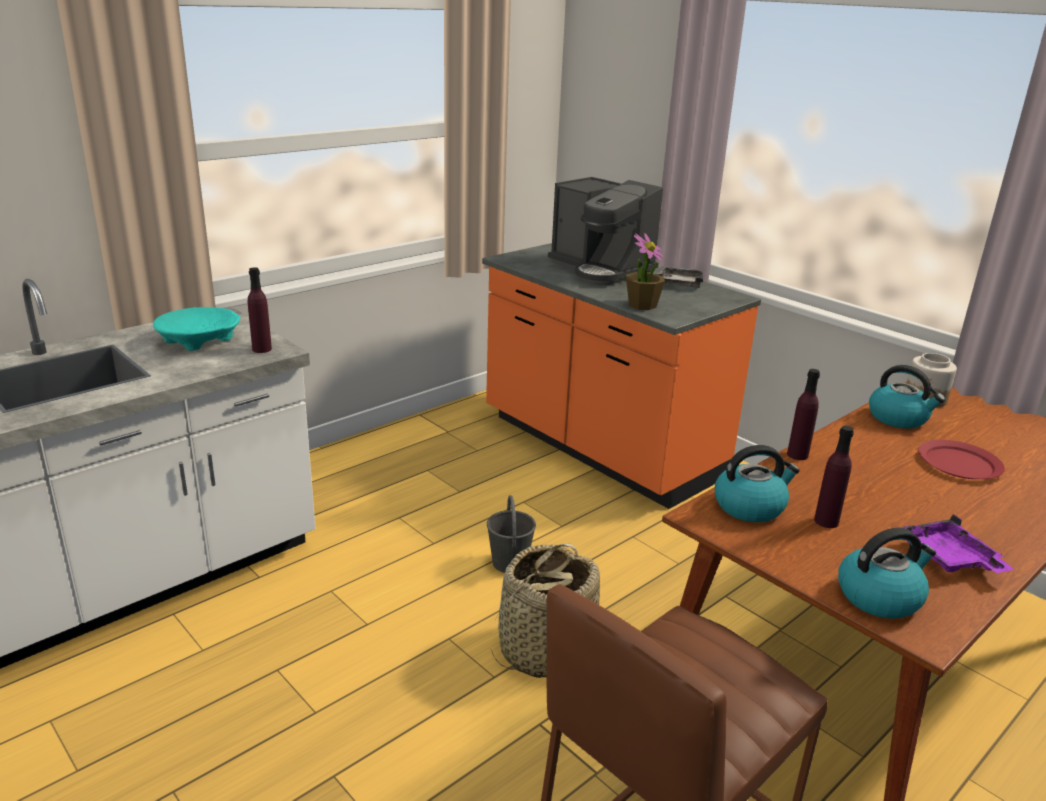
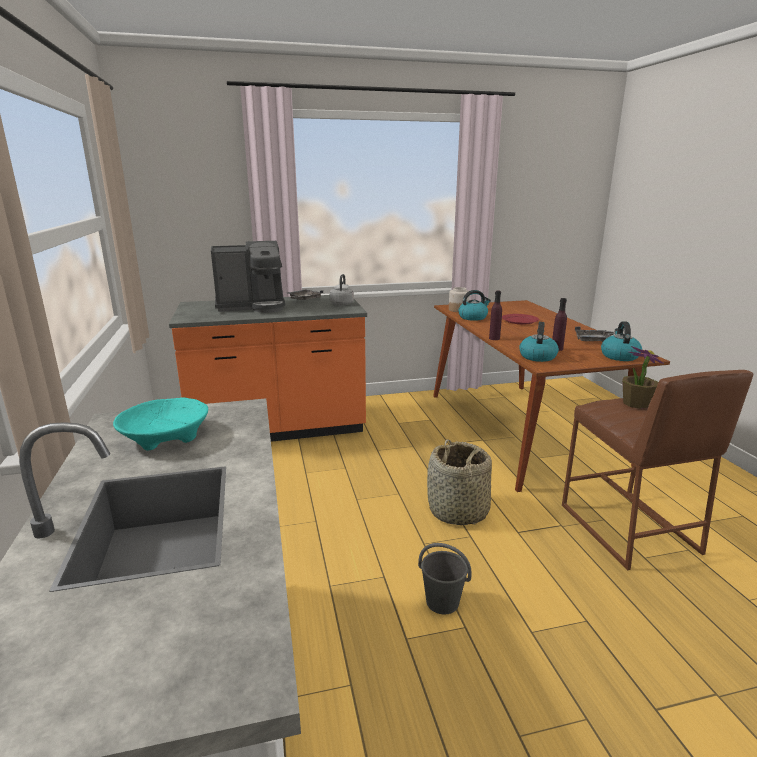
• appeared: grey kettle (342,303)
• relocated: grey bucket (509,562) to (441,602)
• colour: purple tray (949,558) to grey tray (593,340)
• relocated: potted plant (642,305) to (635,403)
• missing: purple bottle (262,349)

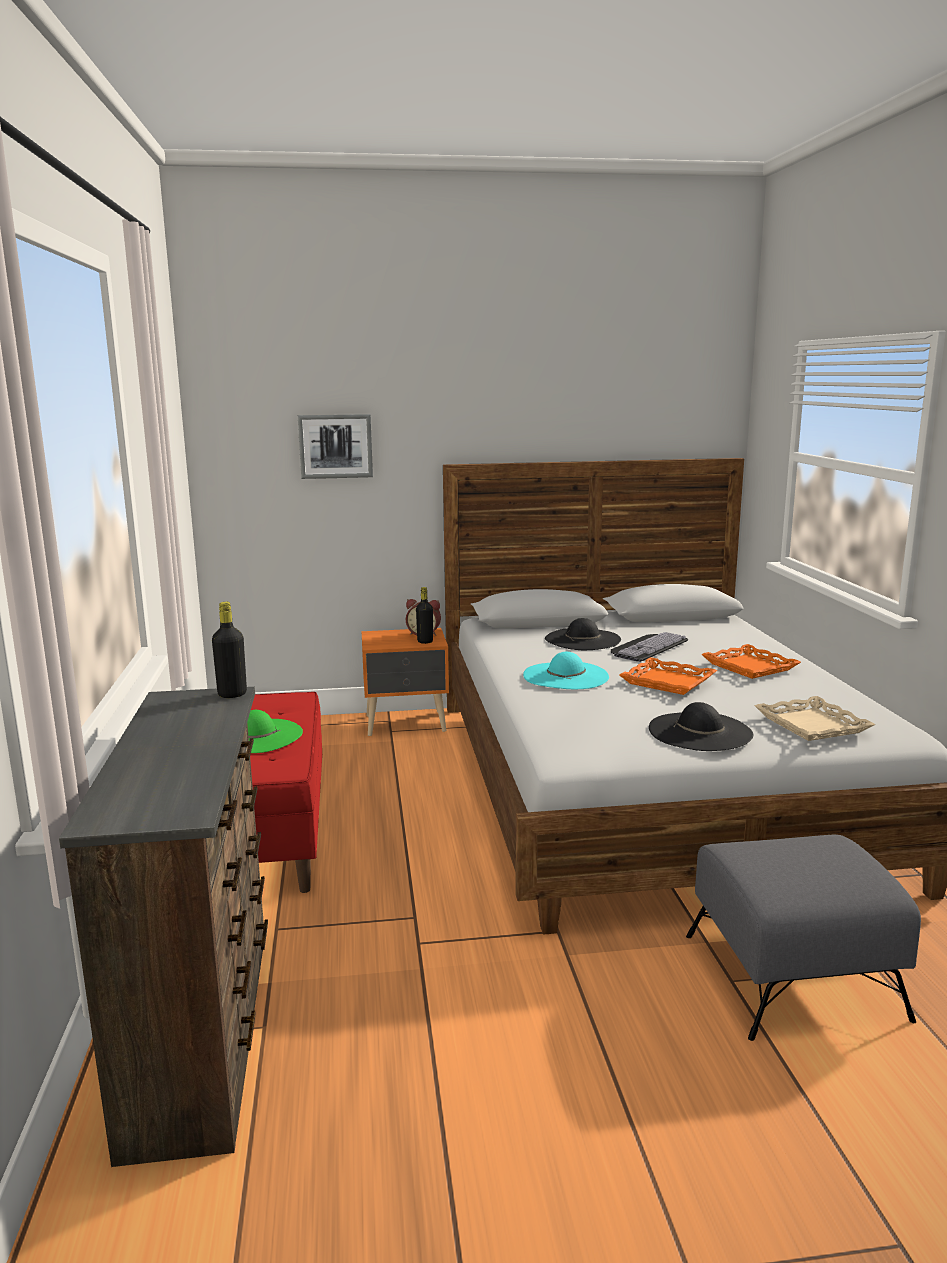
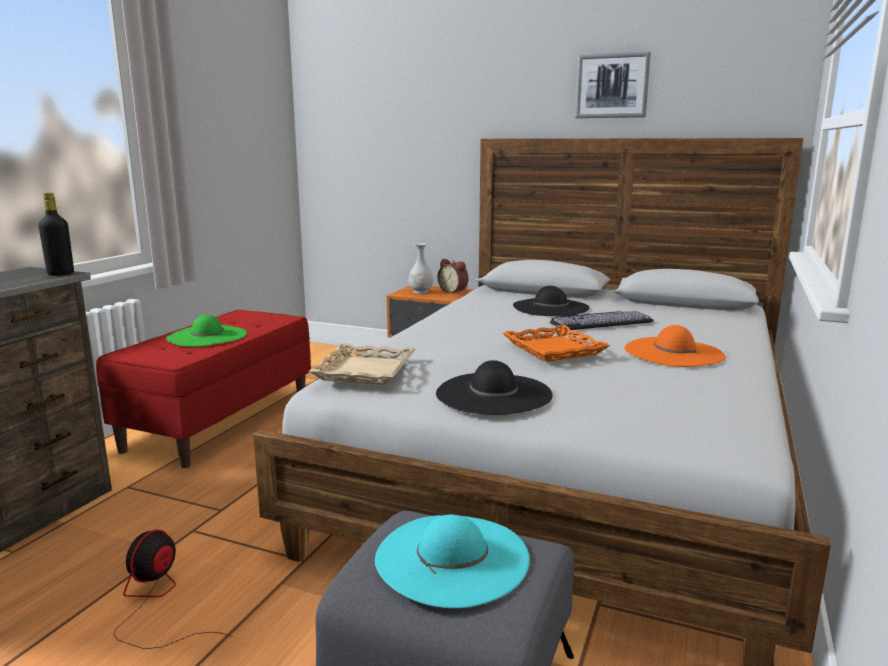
• appeared: fan (157,603)
• relocated: beige tray (811,725) to (364,370)
• relocated: turquoise hat (566,676) to (452,558)
• appeared: white vase (420,292)
• relocated: picture (335,446) to (612,86)
• exchanged: orange tray (749,667) to orange hat (673,352)
• missing: black bottle (425,641)

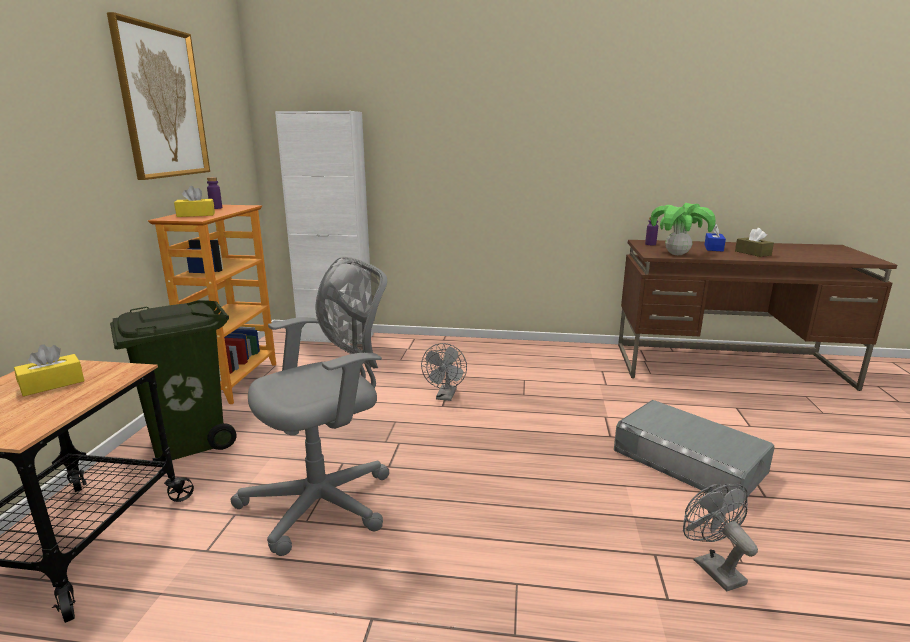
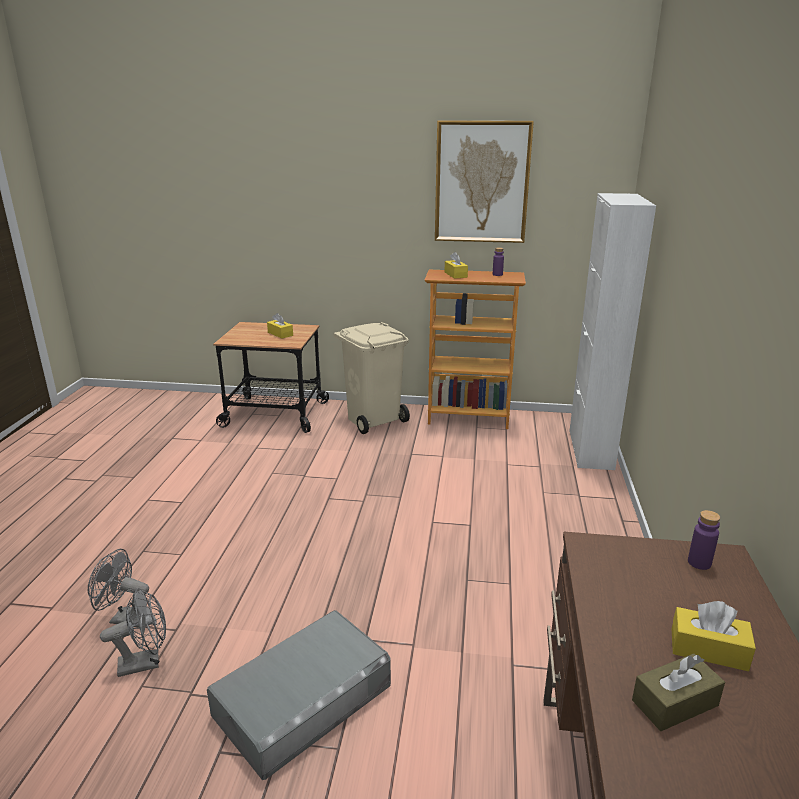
• relocated: grey fan (445,397) to (125,618)
• colour: green trash can (188,440) to beige trash can (374,419)
• colour: blue tissue box (713,248) to yellow tissue box (708,649)
• missing: grey office chair (326,501)
• missing: potted plant (676,254)

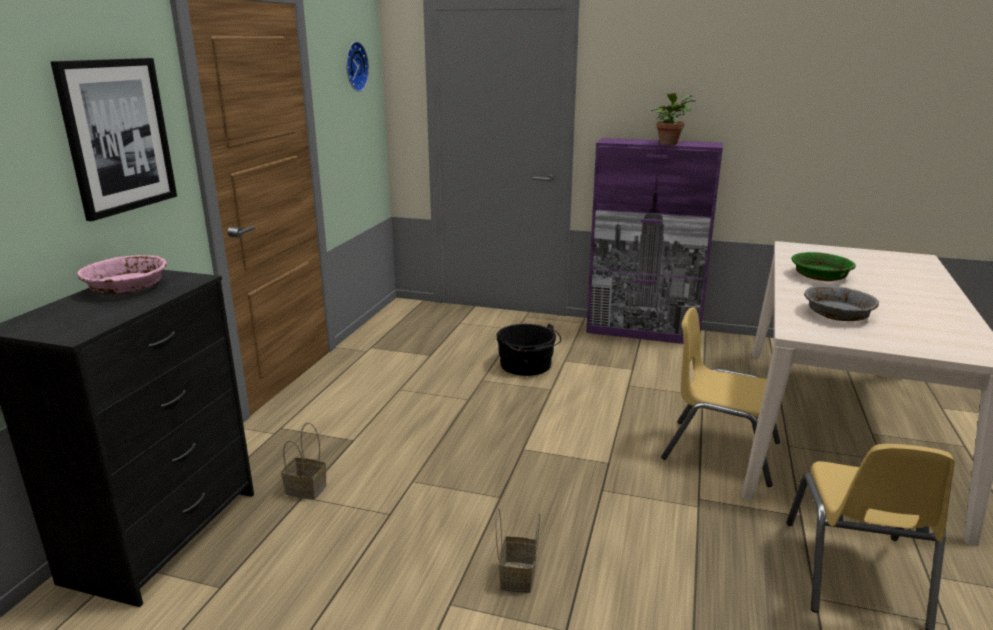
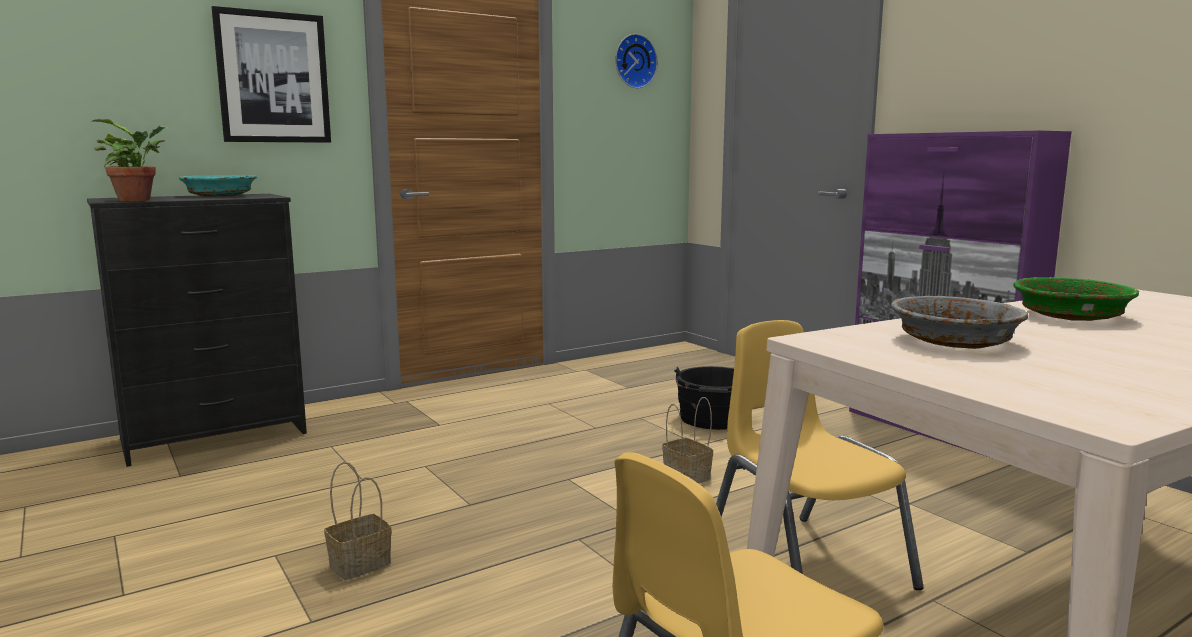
• relocated: potted plant (669,143) to (139,200)
• colour: pink bowl (126,288) to turquoise bowl (220,196)
• relocated: basket (307,489) to (688,476)

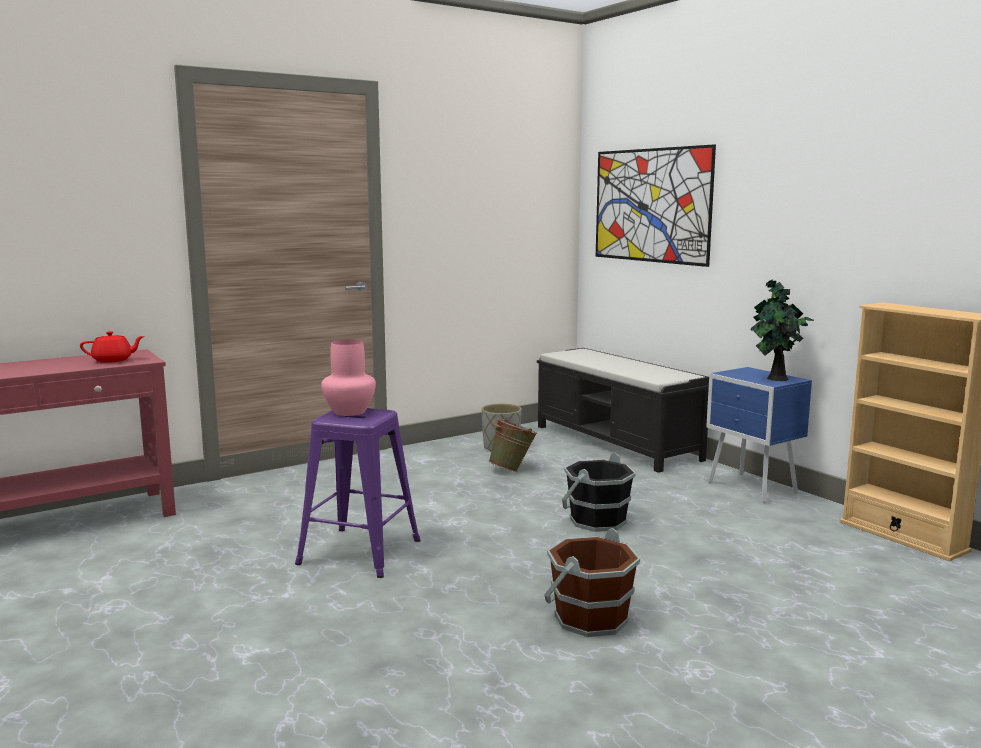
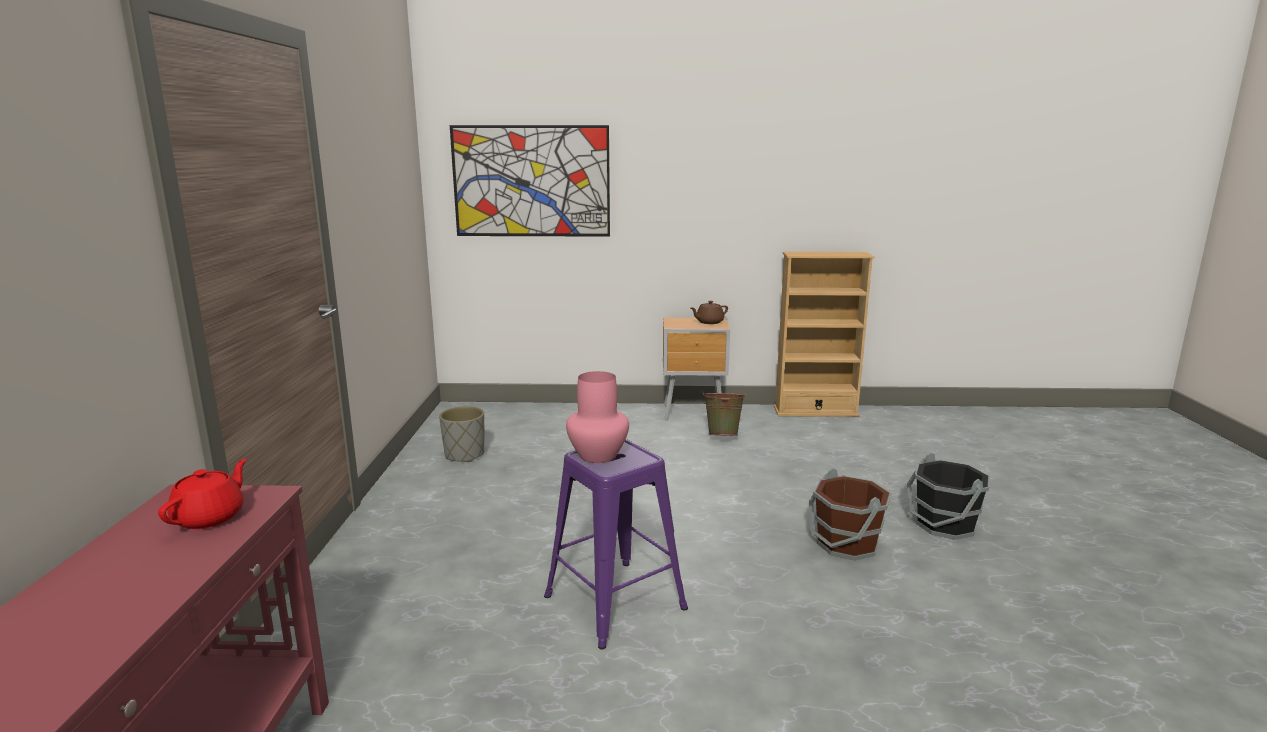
• colour: blue nightstand (752,489) to brown nightstand (695,414)
• exchanged: potted plant (775,378) to brown teapot (709,322)
• relocated: green bucket (513,470) to (723,436)
• relocated: black bucket (596,520) to (944,525)
• missing: black bench (617,443)

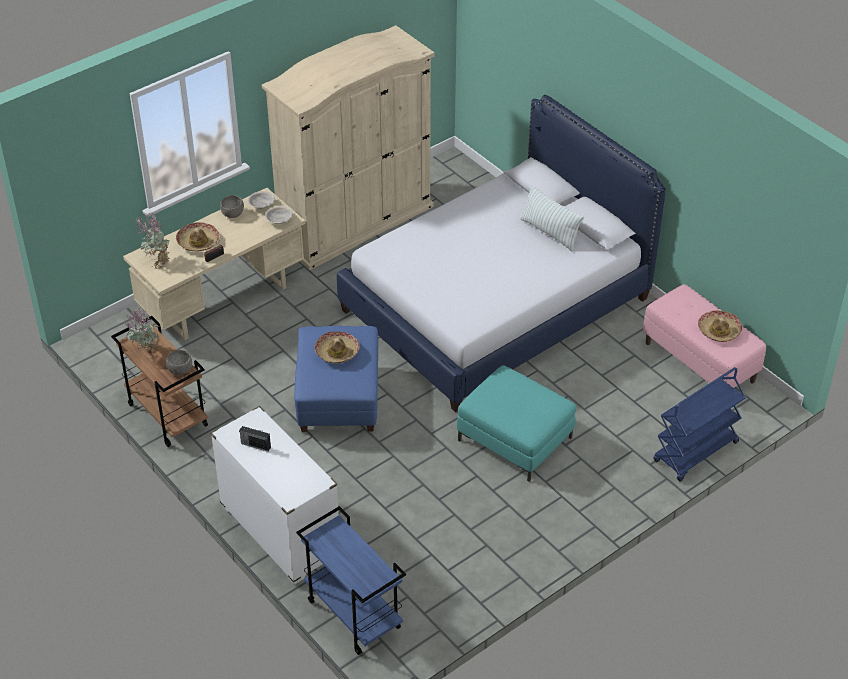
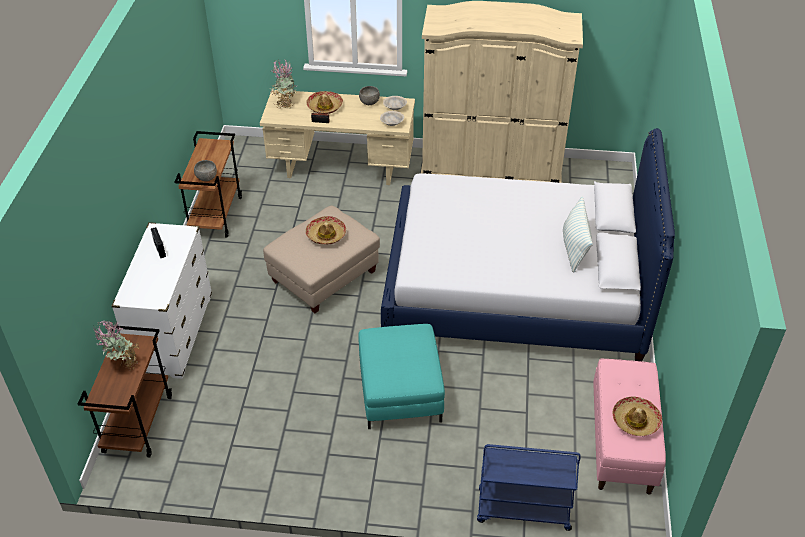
• colour: blue cart (352,614) to brown cart (138,423)
• relocated: potted plant (146,352) to (123,364)
• colour: blue ottoman (338,399) to beige ottoman (323,277)

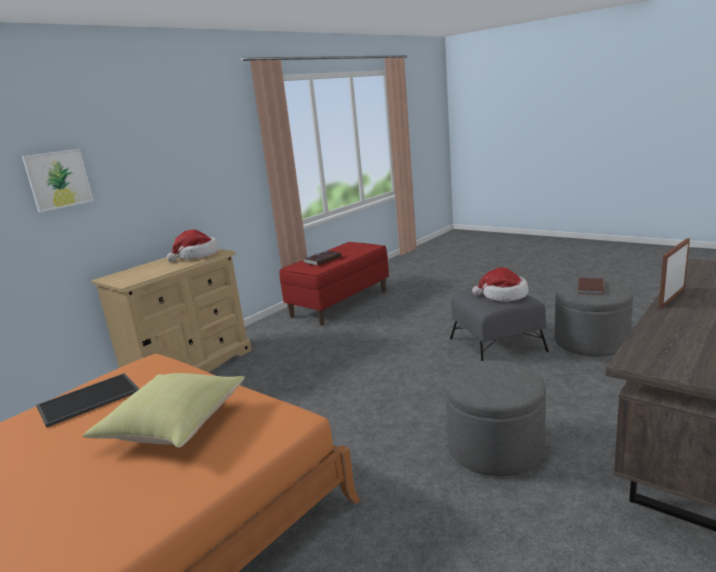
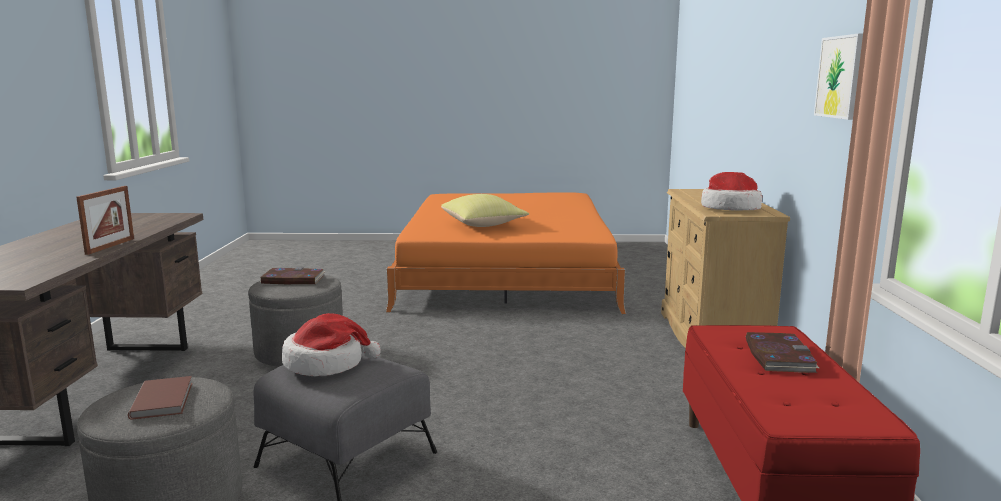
• appeared: book (293,279)
• relocated: picture (58,179) to (839,77)
• missing: tray (88,400)

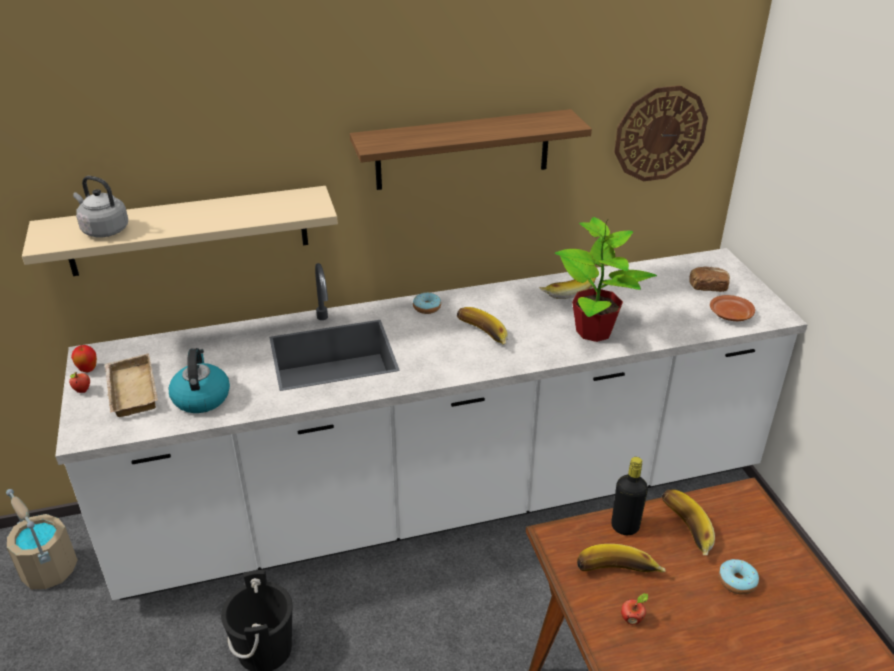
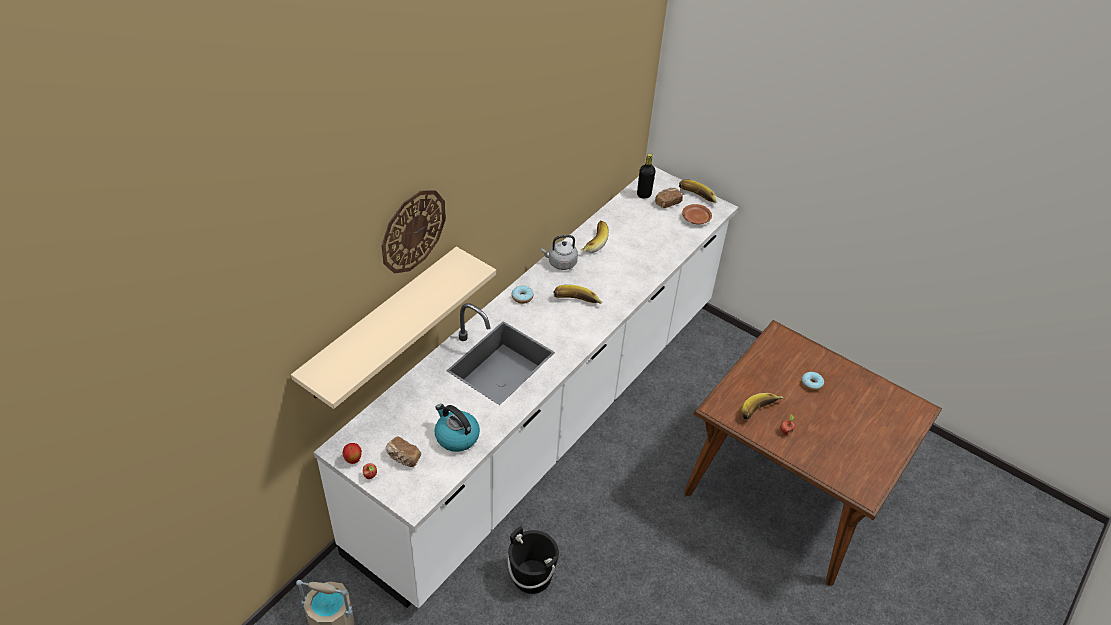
• relocated: wall clock (660,133) to (413,231)
• exchanged: beige tray (130,390) to bread (403,458)
• relocated: grey kettle (103,230) to (560,263)
• relocated: black bottle (625,527) to (644,194)
• relocated: banana (683,531) to (696,198)
• missing: shelf (463,150)
• missing: potted plant (595,332)

